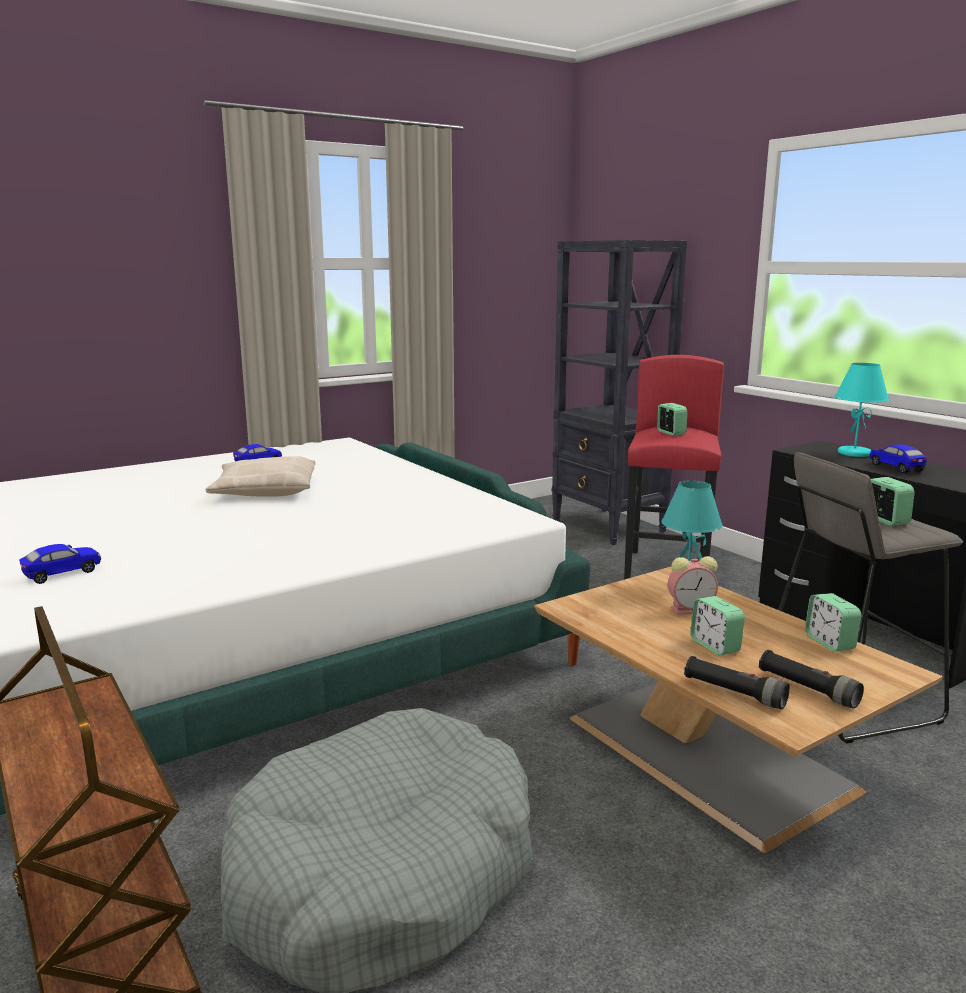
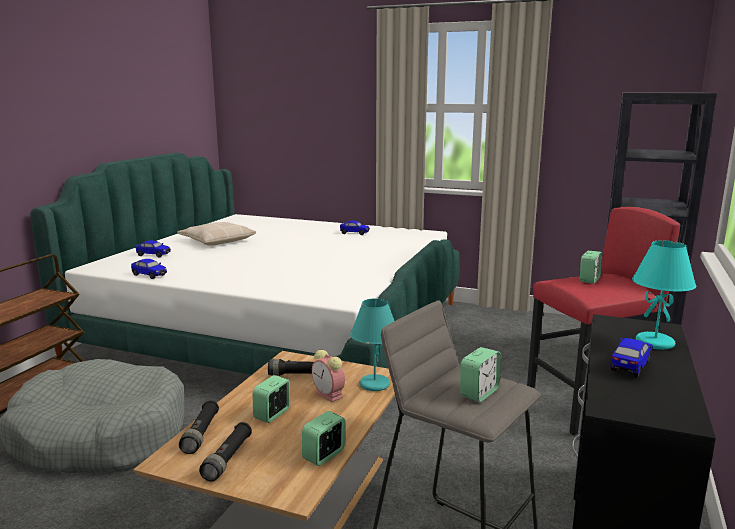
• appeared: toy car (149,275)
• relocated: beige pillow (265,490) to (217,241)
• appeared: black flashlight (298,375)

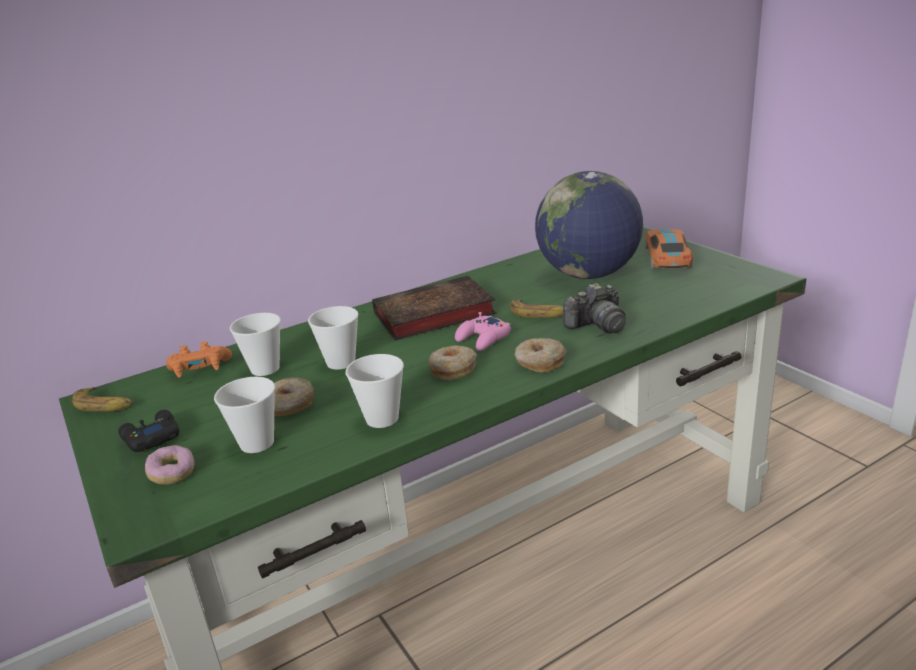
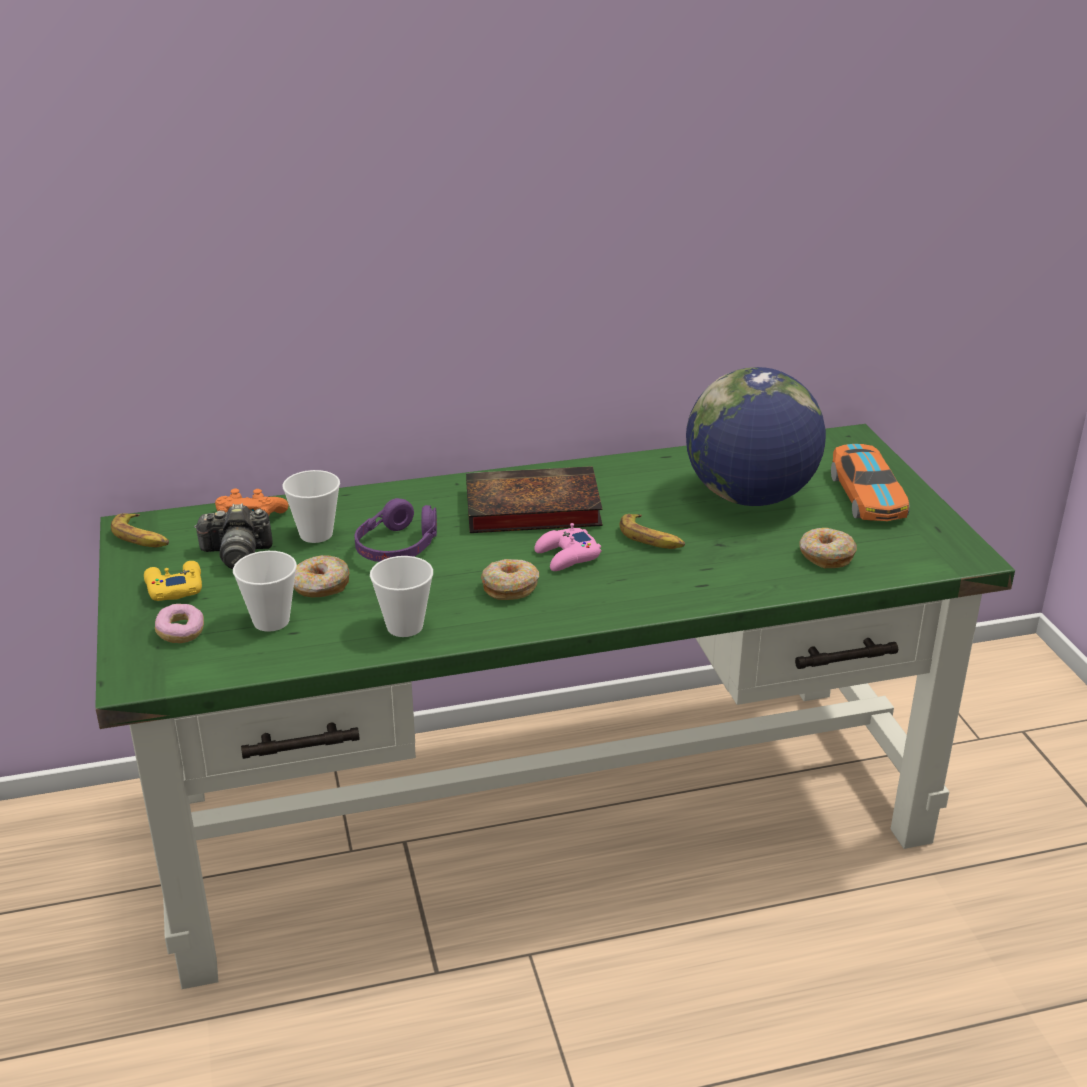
• colour: black game controller (151,438) to yellow game controller (174,588)
• relocated: photo camera (597,325) to (237,554)
• exchanged: cup (341,362) to purple headphones (398,547)
• relocated: donut (539,362) to (825,556)
• spun: toy car (667,258) = (867,496) 150 degrees clockwise

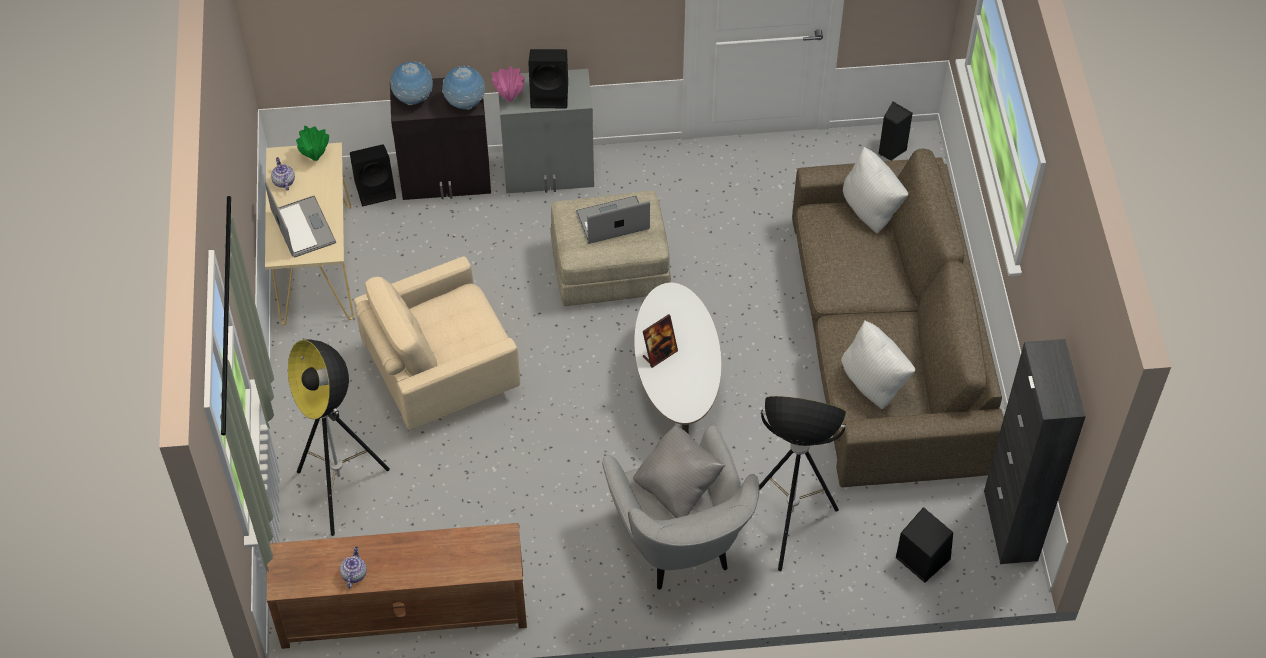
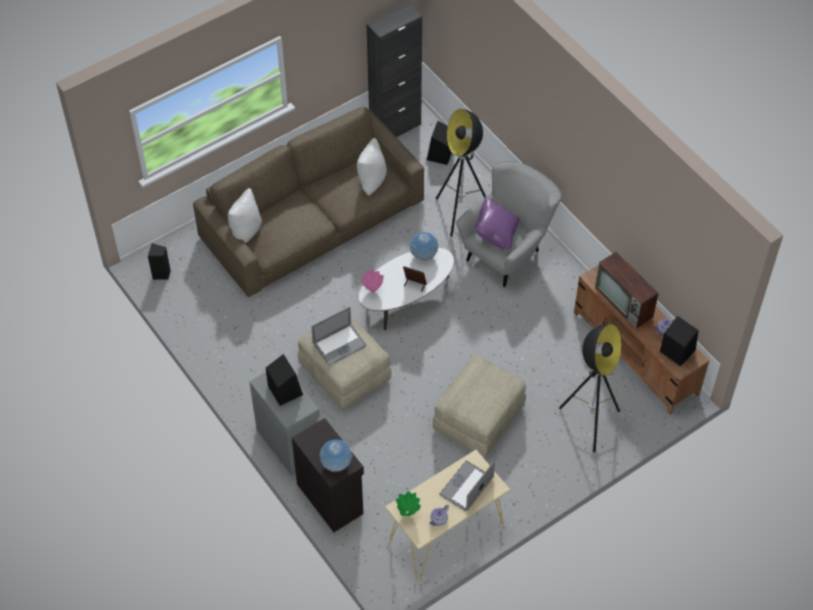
• spun: laptop (612,221) = (339,344) 75 degrees counterclockwise
• relocated: pink vase (509,99) to (373,290)
• relocated: globe (465,103) to (424,255)
• exchanged: beige armchair (440,373) to beige ottoman (479,418)
• colour: grey pillow (678,486) to purple pillow (496,234)
• appeared: television (625,303)
• relocated: black speaker (376,189) to (676,351)

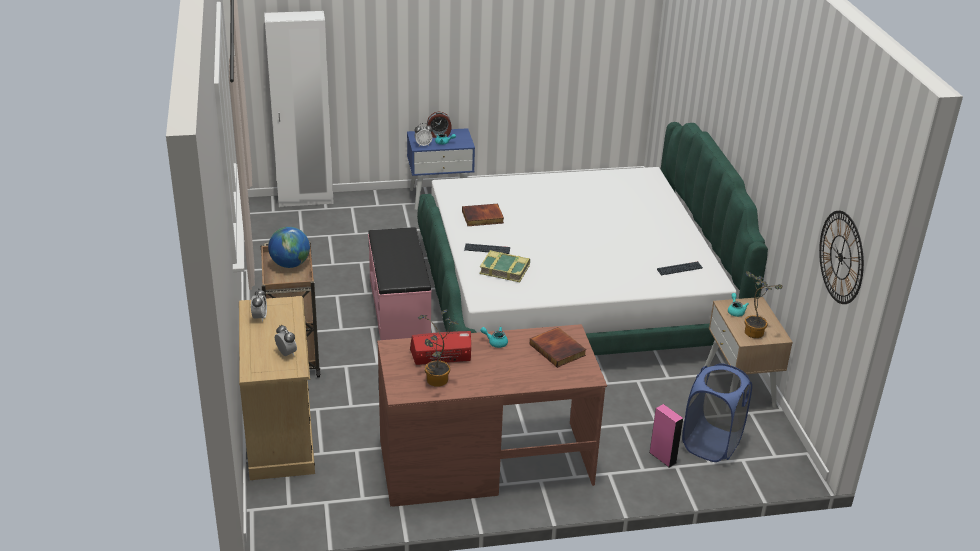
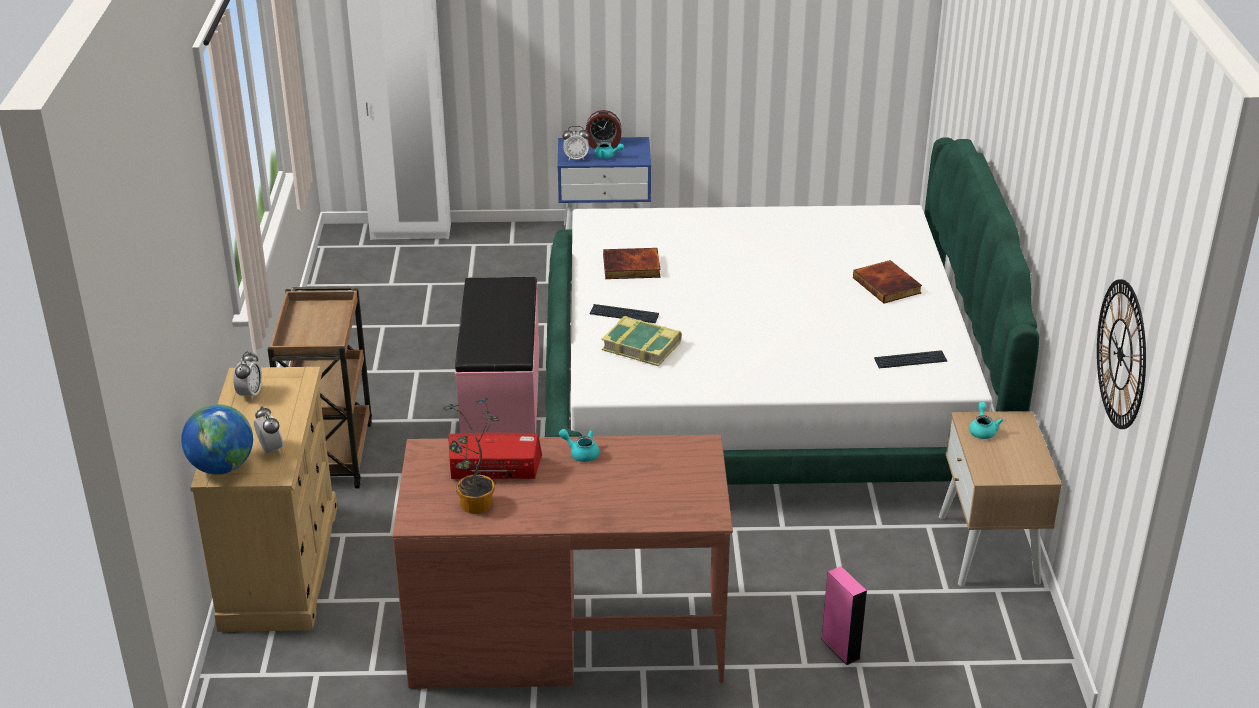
• relocated: globe (290,264) to (222,467)
• relocated: book (558,349) to (888,285)
• missing: blue laundry basket (711,444)
• missing: potted plant (754,331)

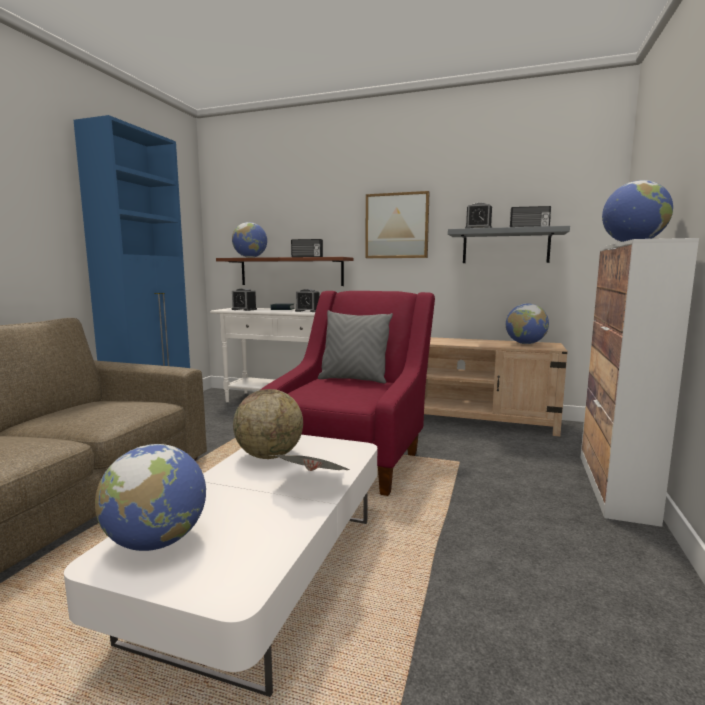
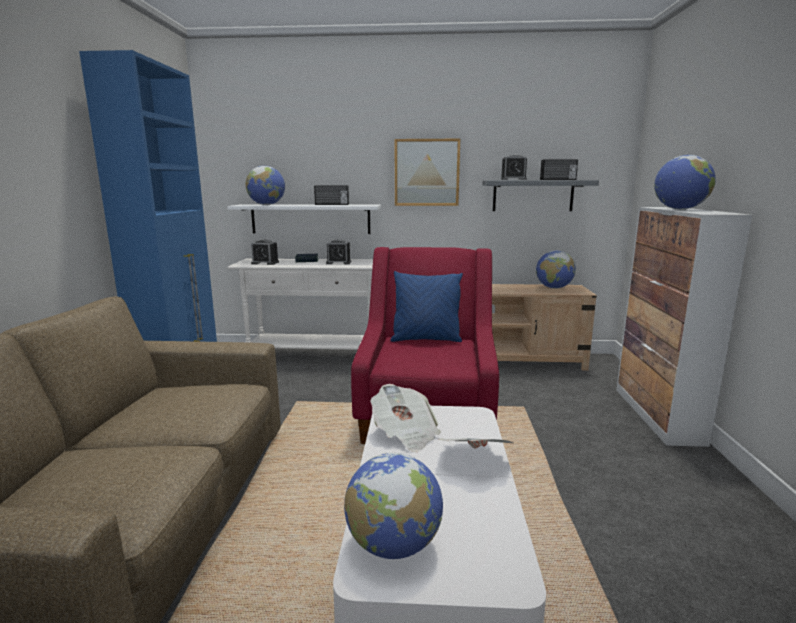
• colour: brown shelf (291,271) to white shelf (310,219)
• exchanged: globe (269,456) to newspaper (405,434)
• colour: grey pillow (354,379) to blue pillow (426,339)

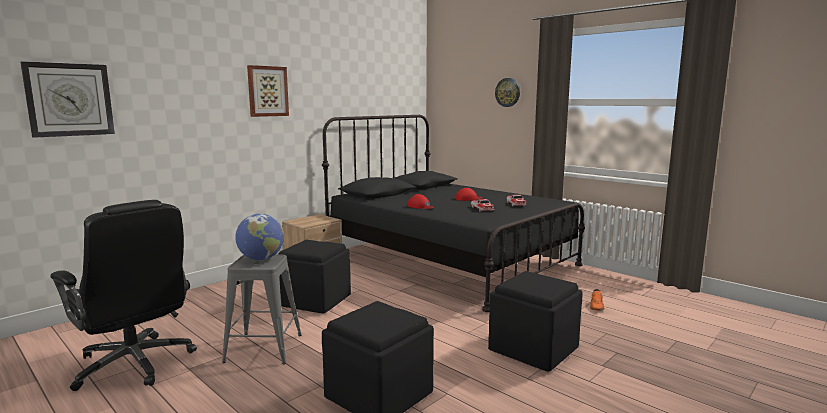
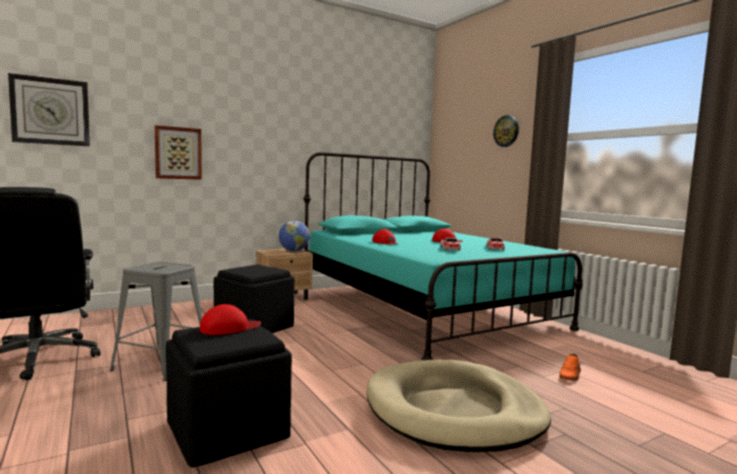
• relocated: picture (267,91) to (178,153)
• appeared: red cap (229,328)
• relocated: globe (261,259) to (294,251)
• colour: black bed (449,260) to turquoise bed (424,308)
• exchanged: black ottoman (534,349) to beige dog bed (454,411)

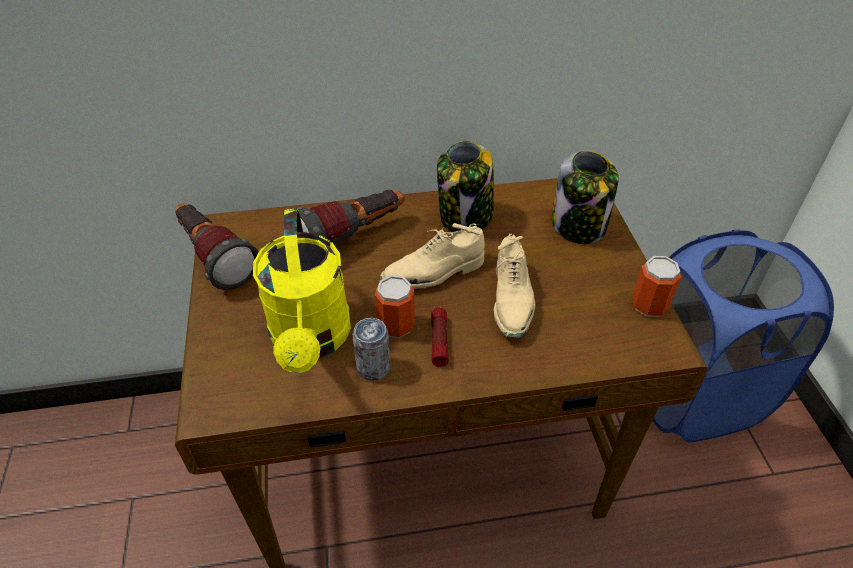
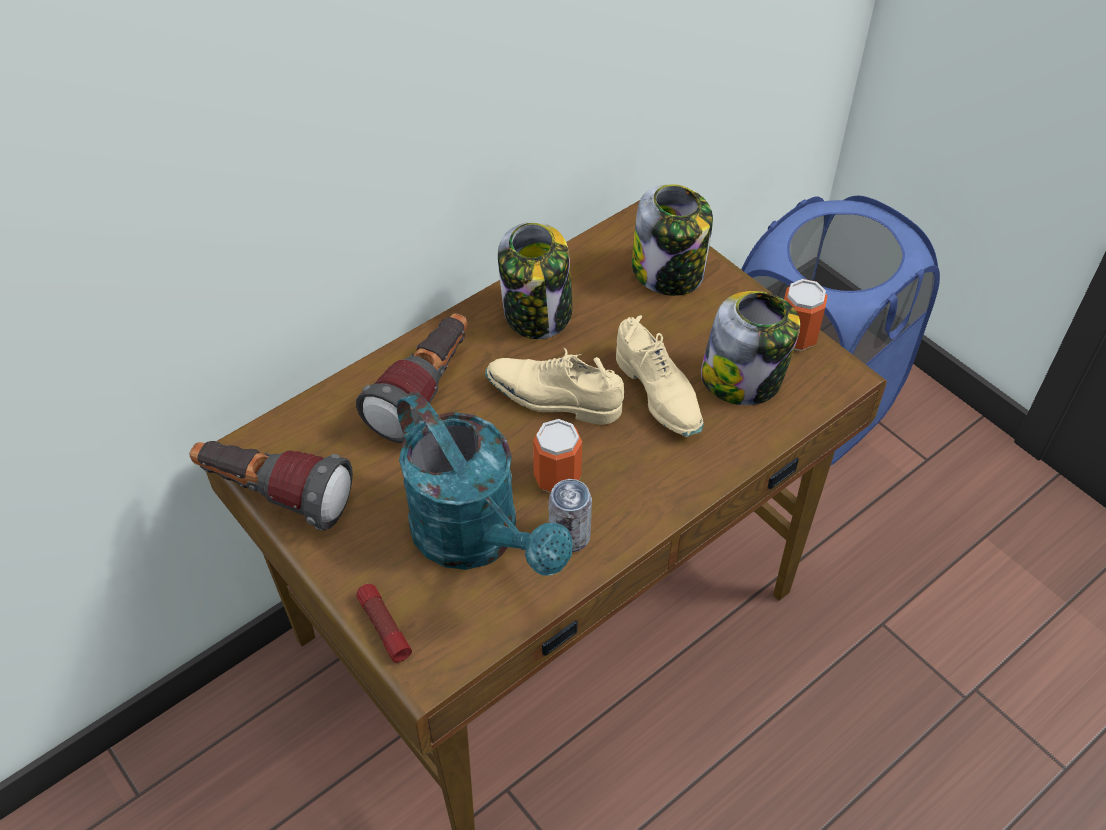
• relocated: flashlight (439,341) to (384,627)
• colour: yellow watering can (311,340) to turquoise watering can (477,539)
• spun: beige shoe (434,273) = (553,399) 75 degrees clockwise
• appeared: jar (743,379)

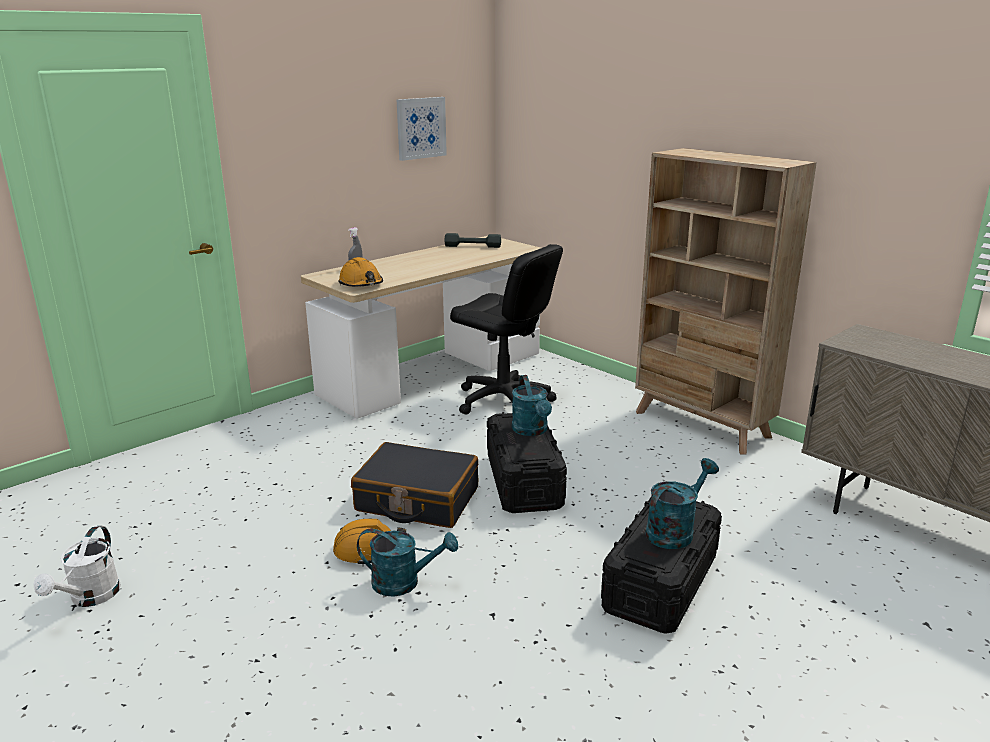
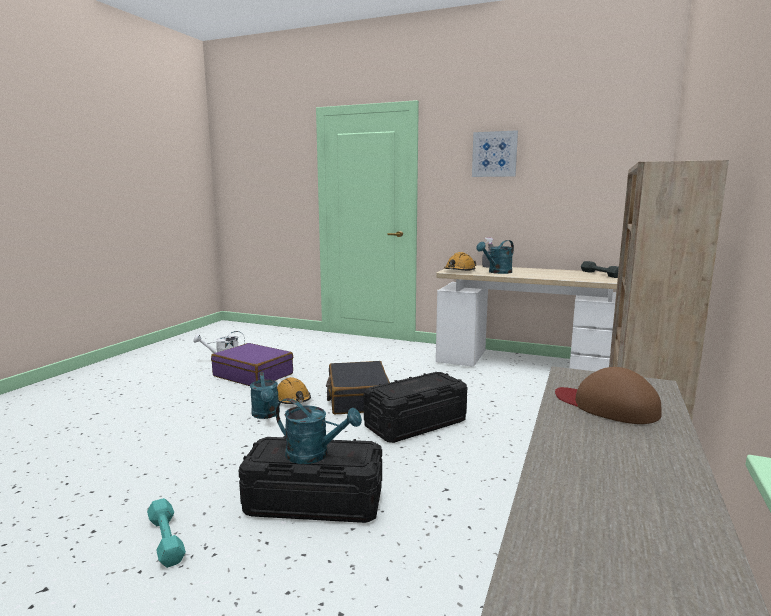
• appeared: turquoise dumbbell (166,539)
• appeared: purple suitcase (253,375)
• relocated: picture (421,128) to (494,154)
• relocated: turquoise watering can (532,431) to (497,272)
• appeared: brown cap (607,406)
• missing: black office chair (503,401)

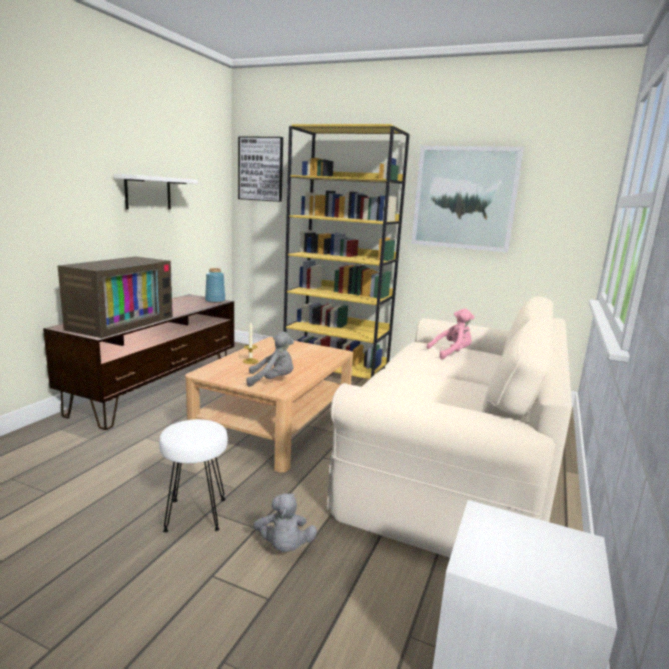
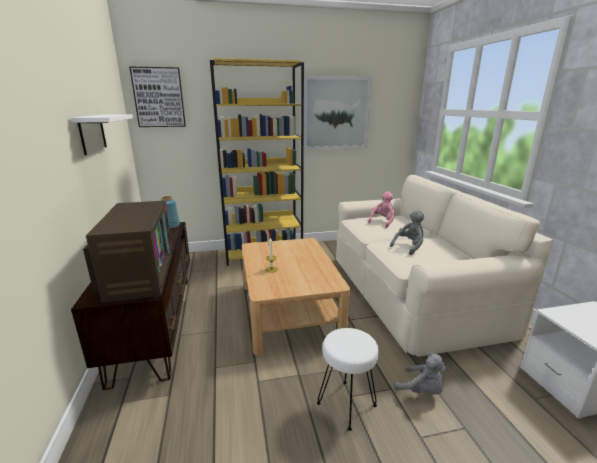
• relocated: grey plush toy (272,381) to (409,247)

